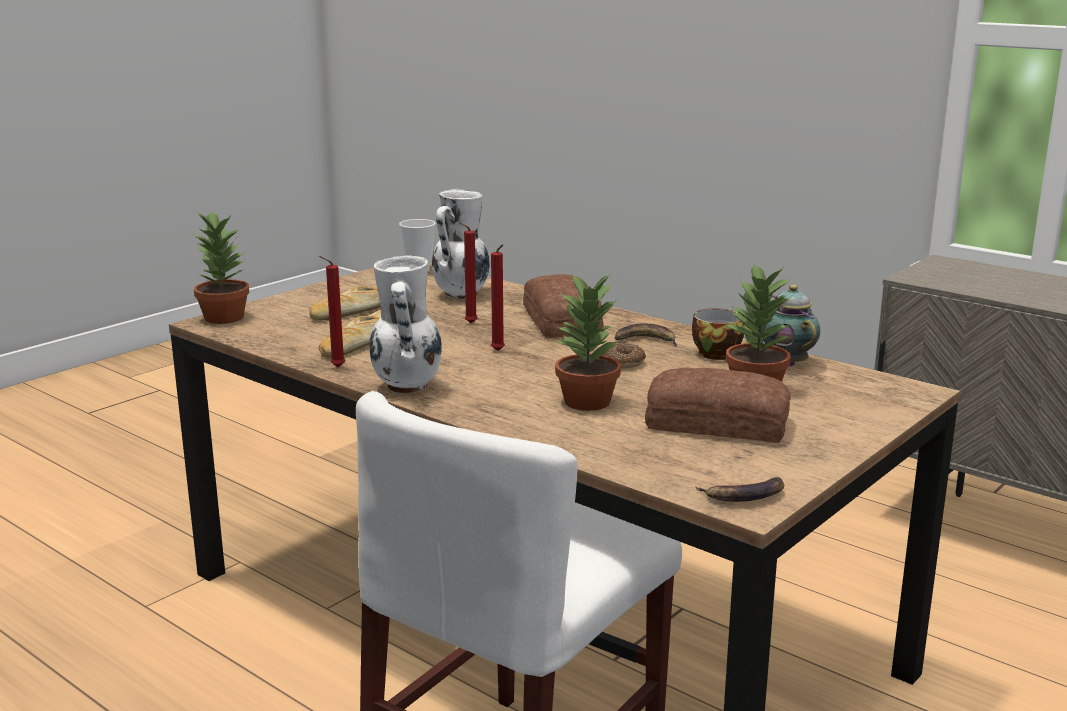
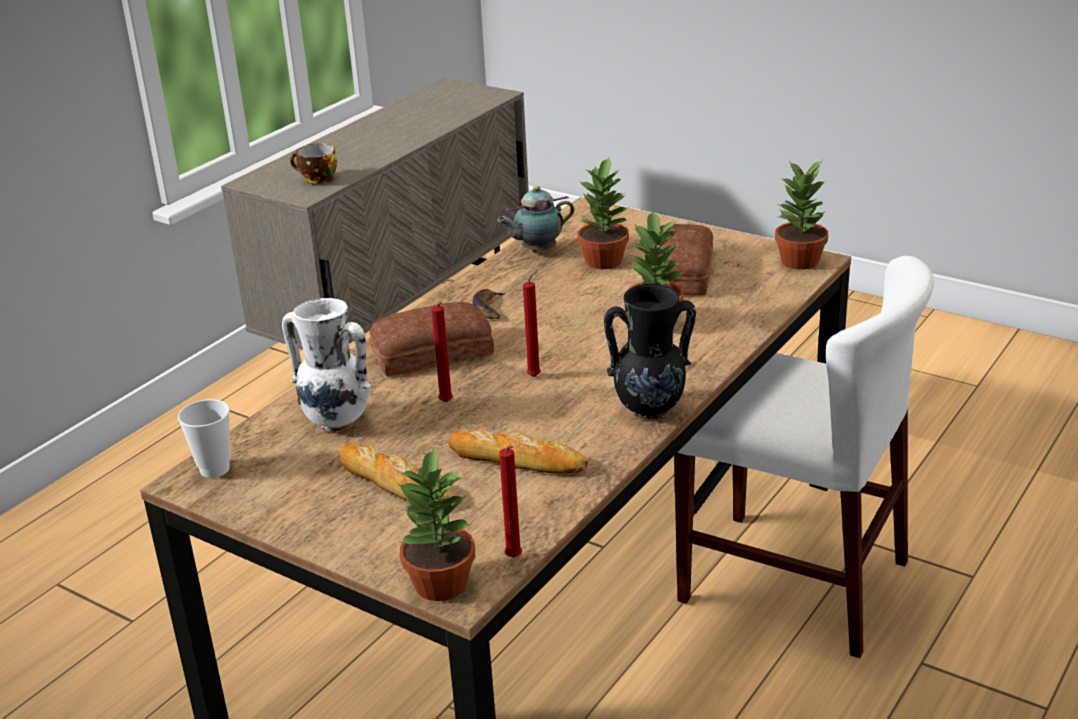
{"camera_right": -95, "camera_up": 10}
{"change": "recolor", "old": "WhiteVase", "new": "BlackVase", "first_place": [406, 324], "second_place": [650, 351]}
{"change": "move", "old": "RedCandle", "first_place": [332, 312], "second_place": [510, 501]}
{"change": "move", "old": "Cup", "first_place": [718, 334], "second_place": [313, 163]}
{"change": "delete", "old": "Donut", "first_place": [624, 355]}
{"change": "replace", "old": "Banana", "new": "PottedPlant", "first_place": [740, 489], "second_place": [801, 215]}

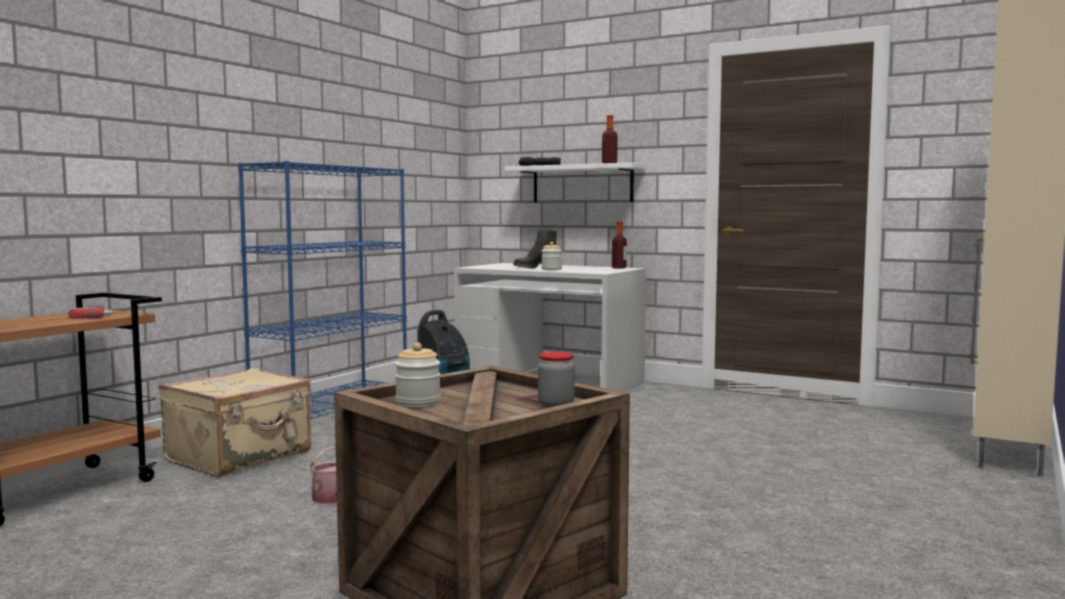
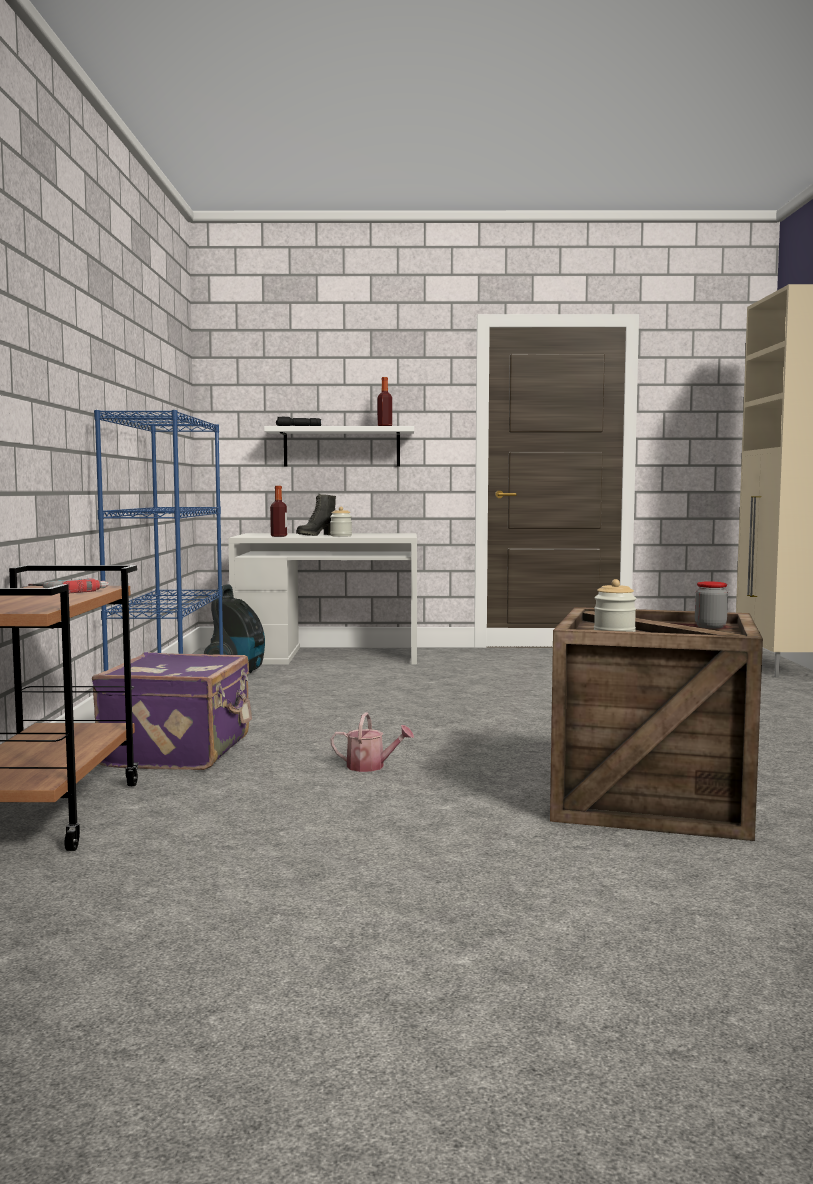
{"camera_right": -30, "camera_up": 0}
{"change": "move", "old": "Bottle", "first_place": [619, 244], "second_place": [278, 511]}
{"change": "recolor", "old": "BeigeSuitcase", "new": "PurpleSuitcase", "first_place": [235, 422], "second_place": [172, 711]}

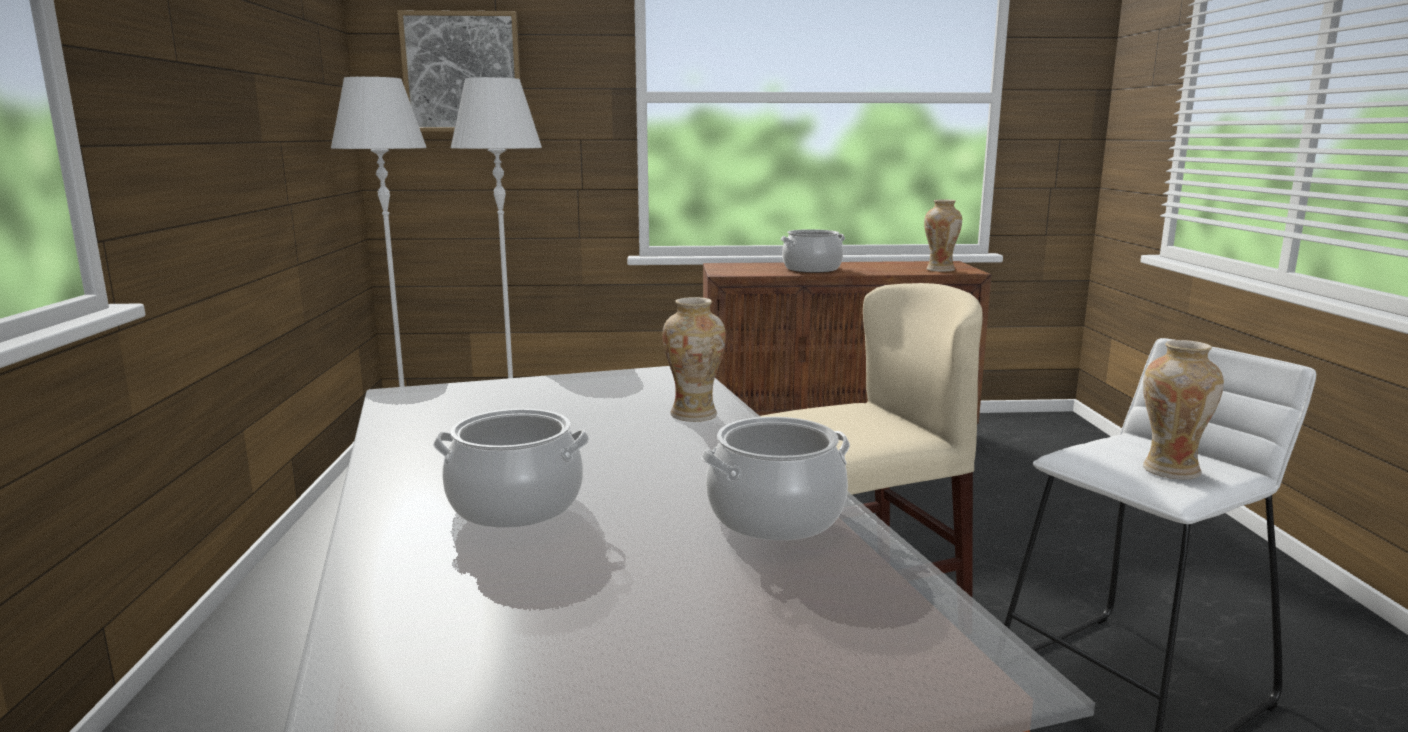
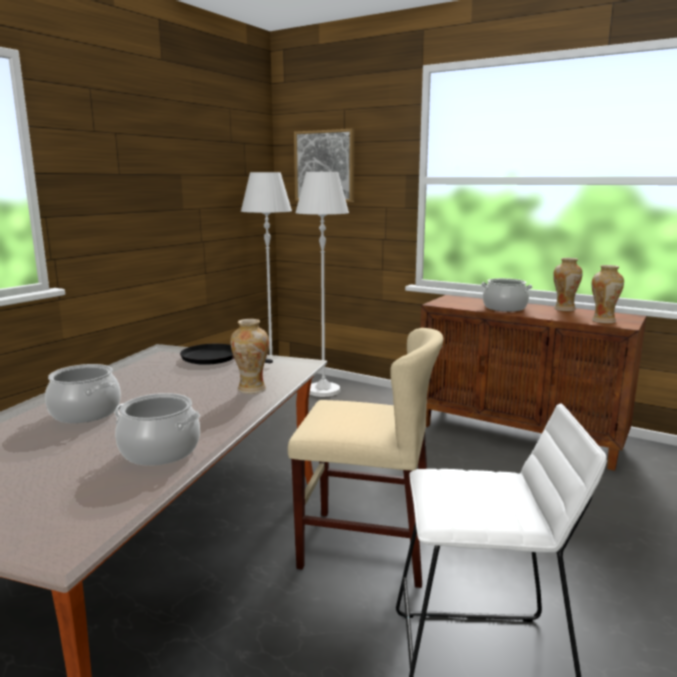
{"camera_right": 35, "camera_up": 0}
{"change": "move", "old": "Vase", "first_place": [1183, 409], "second_place": [568, 284]}
{"change": "insert", "new": "BlackFryingPan", "second_place": [226, 354]}

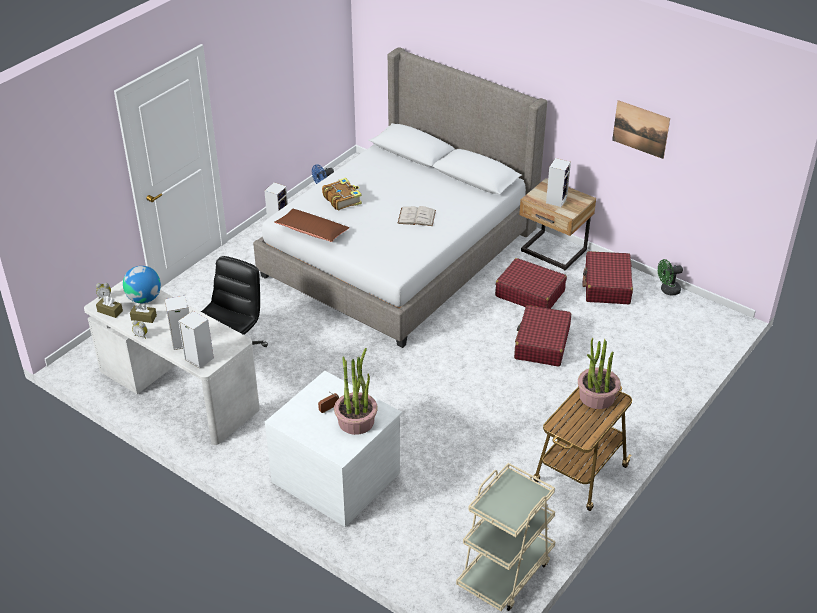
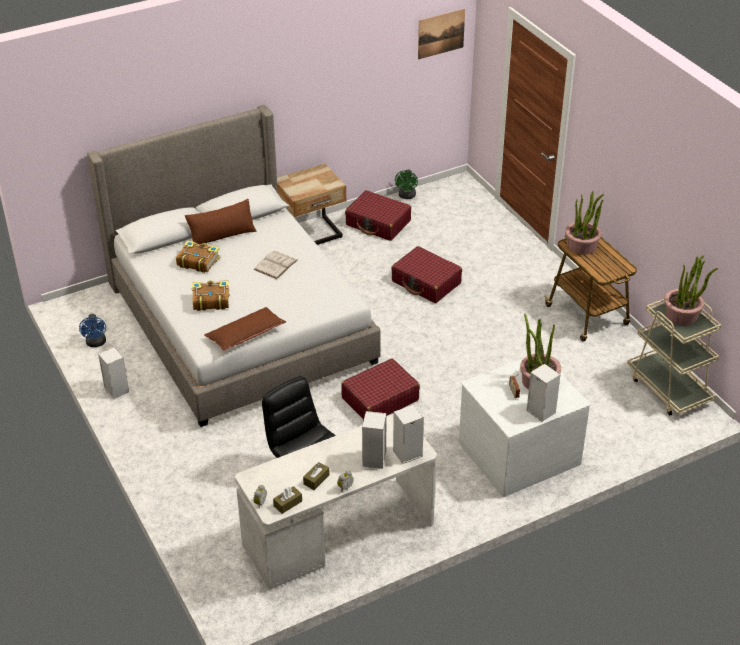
{"camera_right": -65, "camera_up": 0}
{"change": "move", "old": "Picture", "first_place": [641, 129], "second_place": [441, 34]}
{"change": "move", "old": "Speaker", "first_place": [558, 182], "second_place": [543, 392]}
{"change": "move", "old": "RedSuitcase", "first_place": [531, 283], "second_place": [380, 389]}
{"change": "delete", "old": "Globe", "first_place": [142, 284]}
{"change": "insert", "new": "BrownPillow", "second_place": [220, 221]}
{"change": "insert", "new": "Book", "second_place": [198, 256]}
{"change": "insert", "new": "PottedPlant", "second_place": [691, 290]}

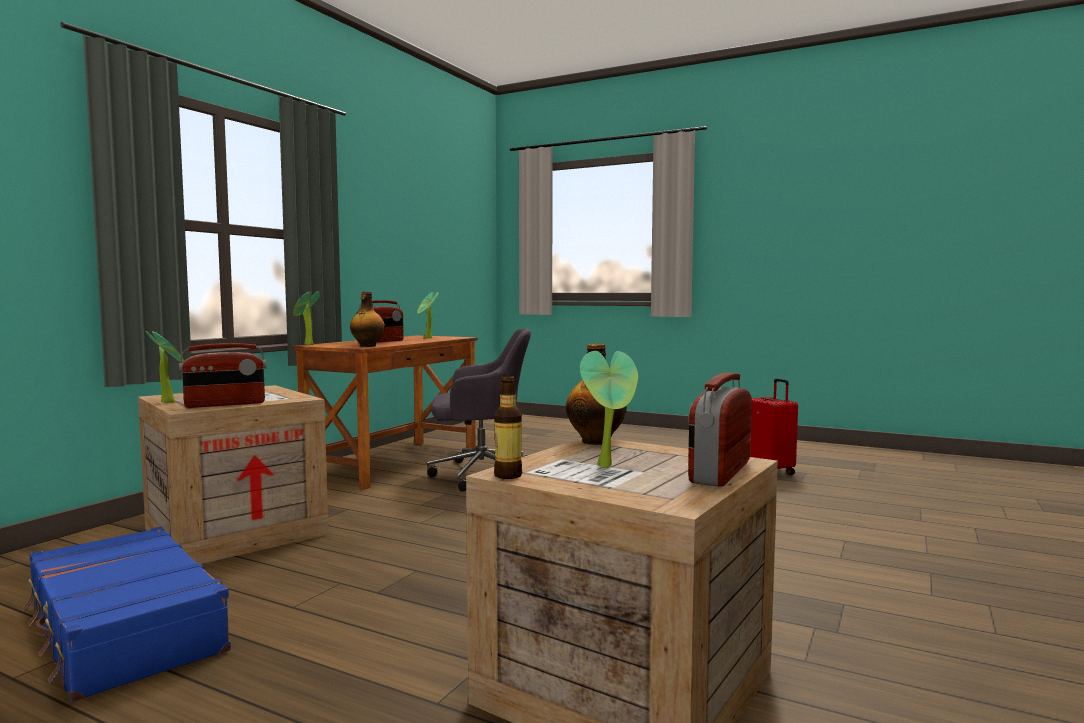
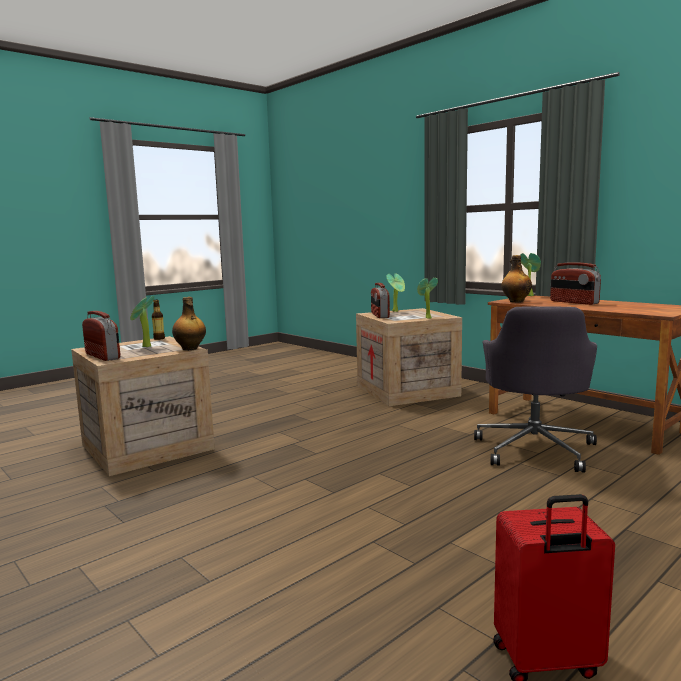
{"camera_right": 110, "camera_up": 5}
{"change": "move", "old": "PottedPlant", "first_place": [428, 315], "second_place": [427, 298]}
{"change": "delete", "old": "BlueSuitcase", "first_place": [127, 614]}

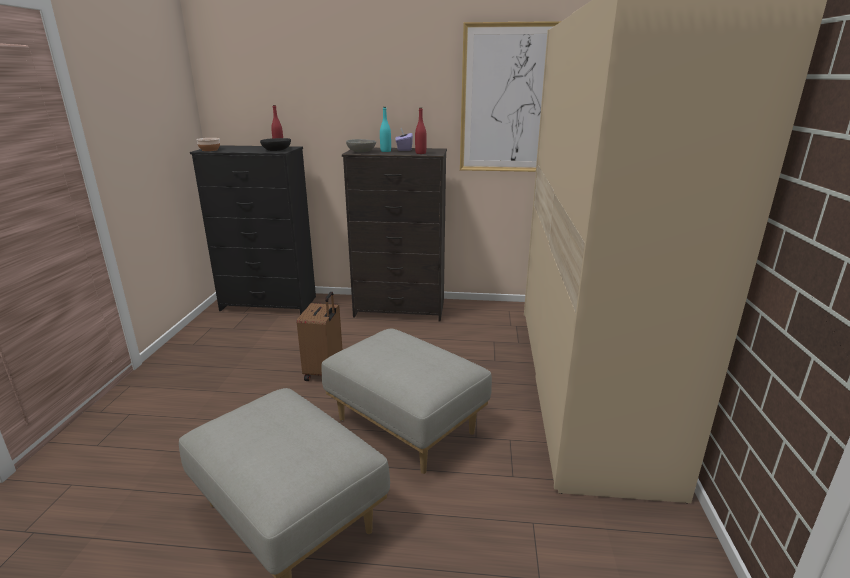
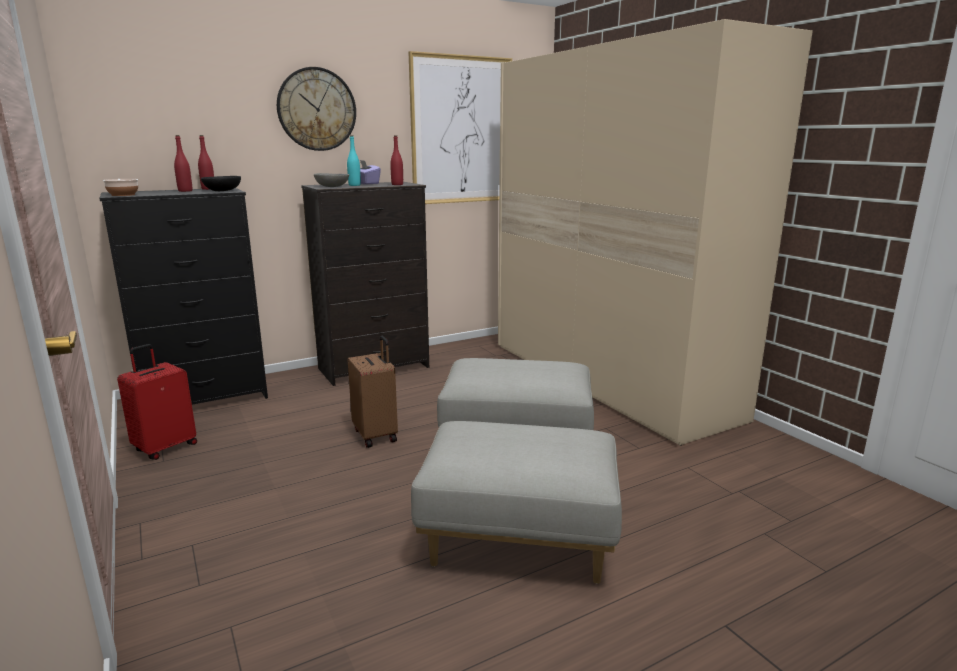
{"camera_right": -35, "camera_up": -5}
{"change": "insert", "new": "WallClock", "second_place": [316, 109]}
{"change": "insert", "new": "RedBottle", "second_place": [183, 163]}
{"change": "insert", "new": "RedSuitcase", "second_place": [157, 402]}

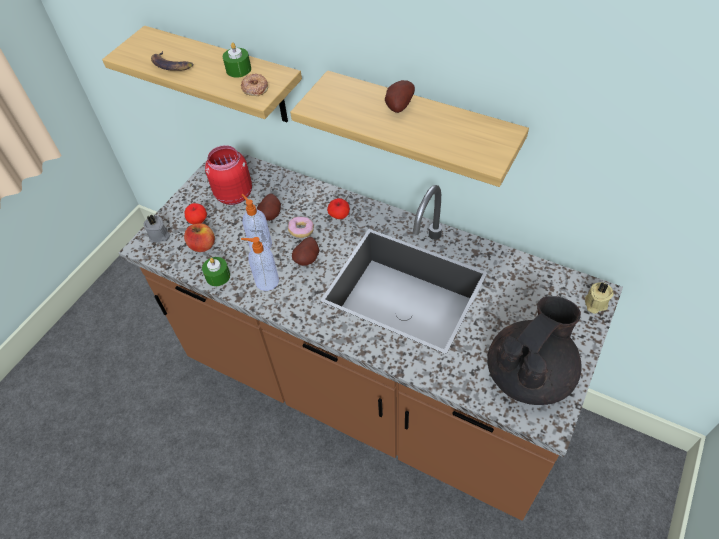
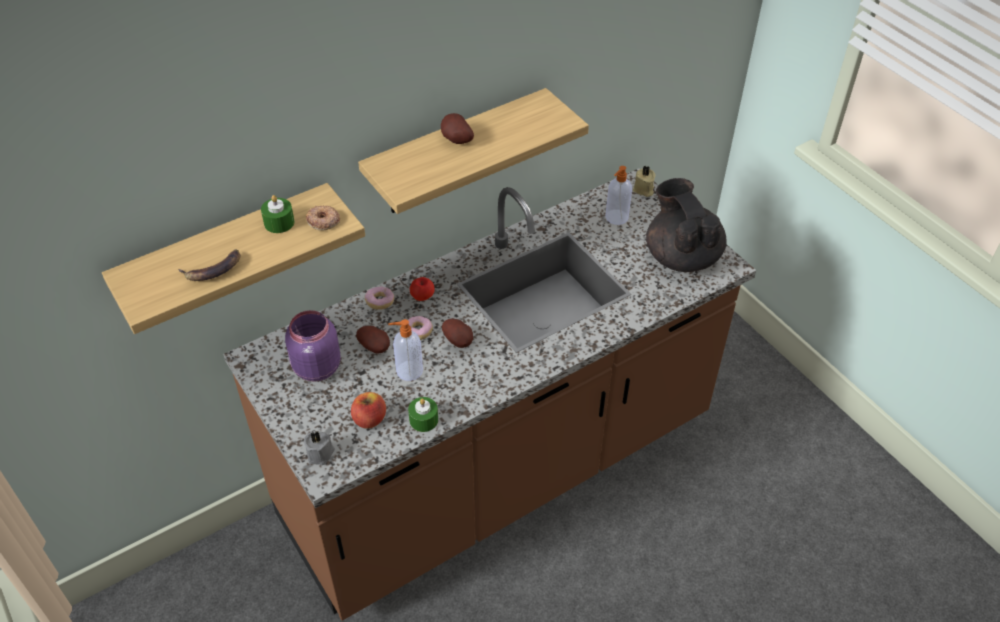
{"camera_right": -65, "camera_up": -5}
{"change": "recolor", "old": "RedJar", "new": "PurpleJar", "first_place": [228, 175], "second_place": [313, 346]}
{"change": "delete", "old": "Apple", "first_place": [195, 213]}
{"change": "move", "old": "SoapDispenser", "first_place": [260, 264], "second_place": [619, 195]}
{"change": "insert", "new": "Donut", "second_place": [379, 298]}

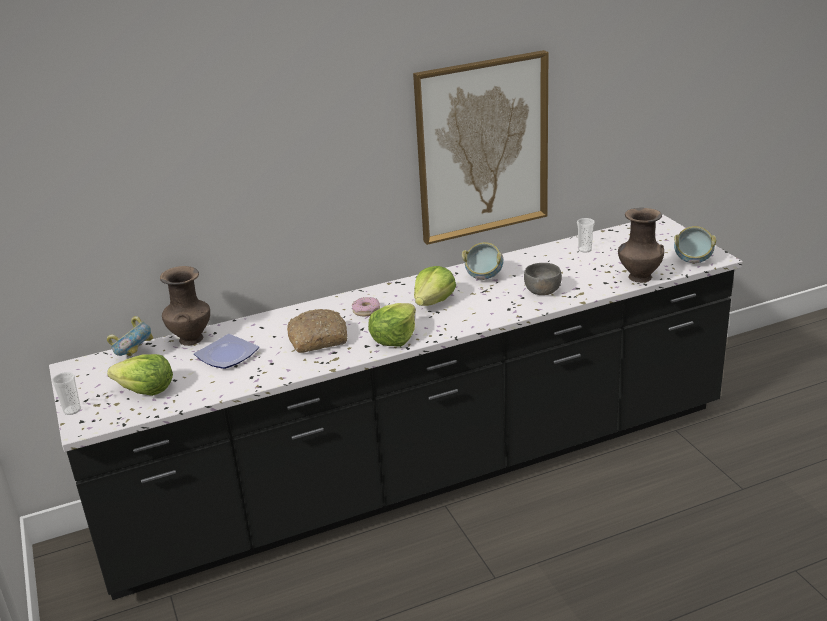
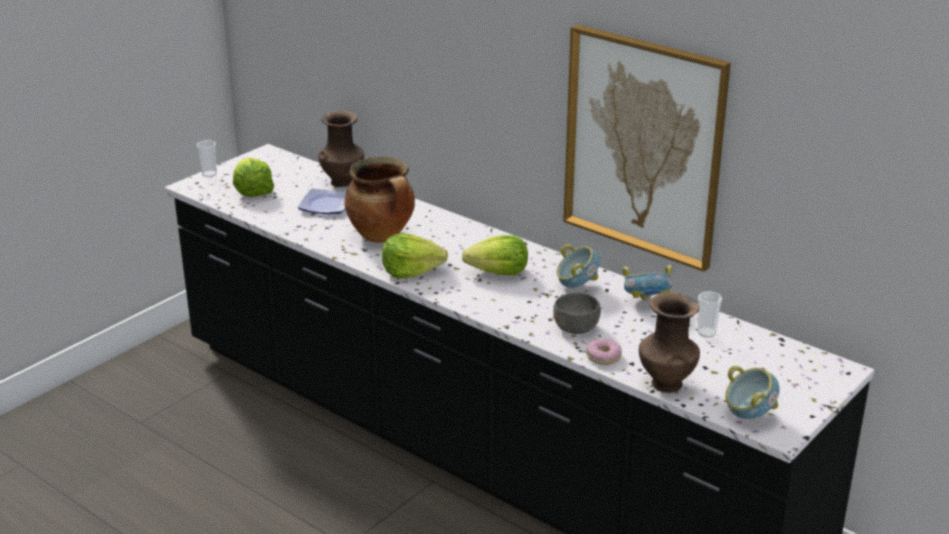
{"camera_right": 60, "camera_up": 0}
{"change": "move", "old": "Donut", "first_place": [366, 306], "second_place": [604, 352]}
{"change": "replace", "old": "Bread", "new": "CookingPot", "first_place": [317, 331], "second_place": [379, 200]}
{"change": "move", "old": "Bowl", "first_place": [130, 336], "second_place": [647, 282]}

